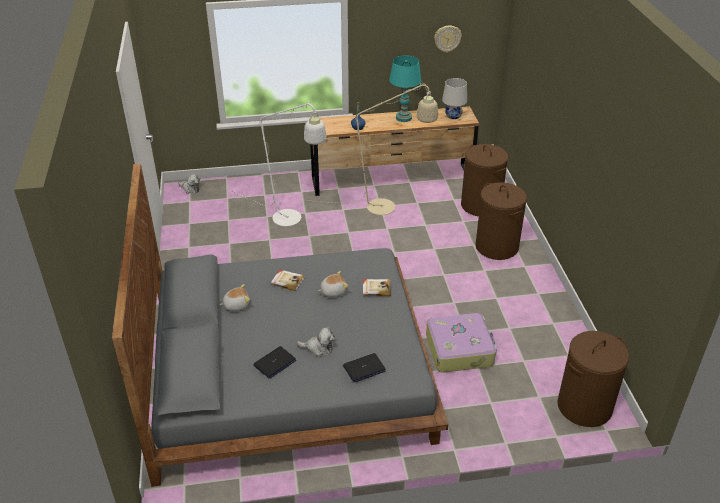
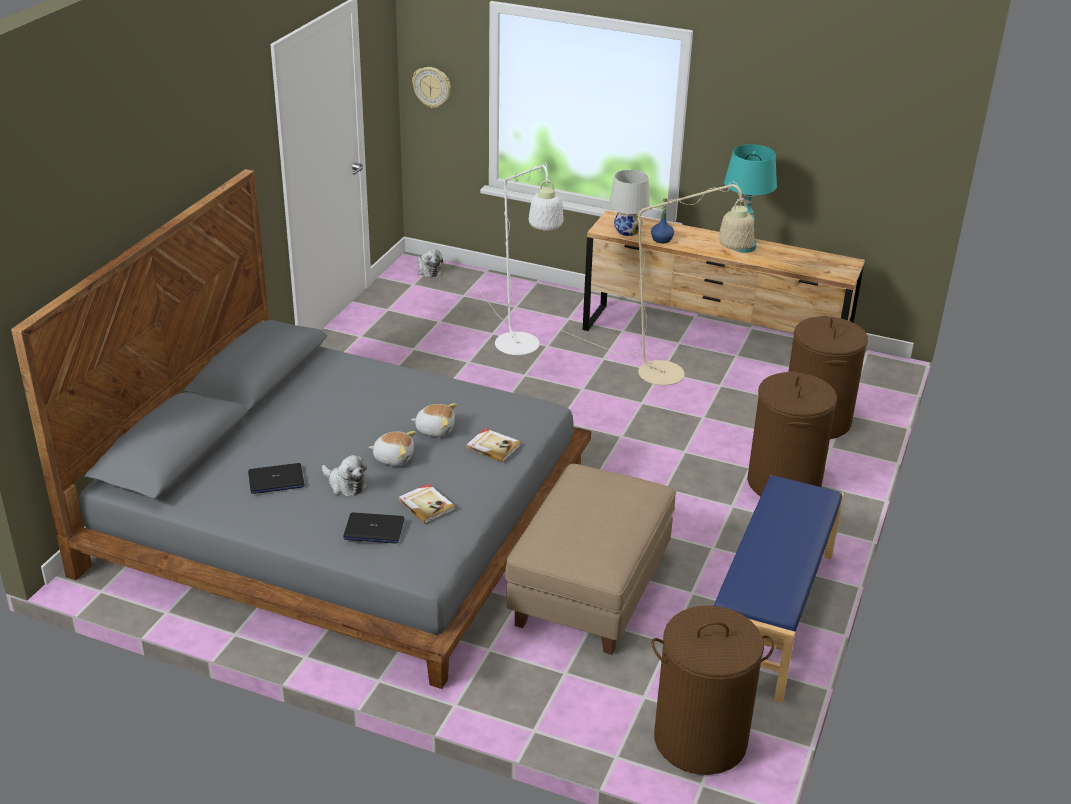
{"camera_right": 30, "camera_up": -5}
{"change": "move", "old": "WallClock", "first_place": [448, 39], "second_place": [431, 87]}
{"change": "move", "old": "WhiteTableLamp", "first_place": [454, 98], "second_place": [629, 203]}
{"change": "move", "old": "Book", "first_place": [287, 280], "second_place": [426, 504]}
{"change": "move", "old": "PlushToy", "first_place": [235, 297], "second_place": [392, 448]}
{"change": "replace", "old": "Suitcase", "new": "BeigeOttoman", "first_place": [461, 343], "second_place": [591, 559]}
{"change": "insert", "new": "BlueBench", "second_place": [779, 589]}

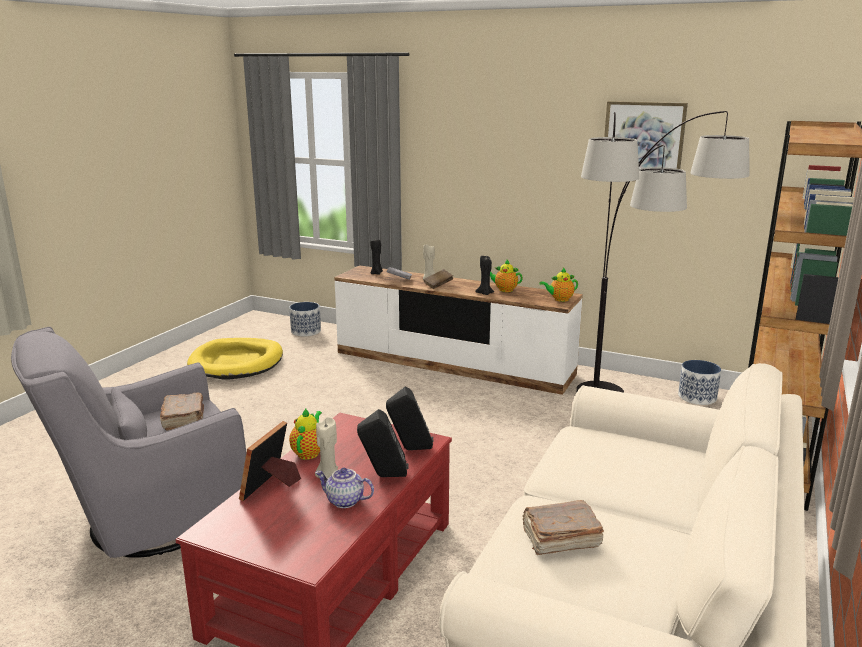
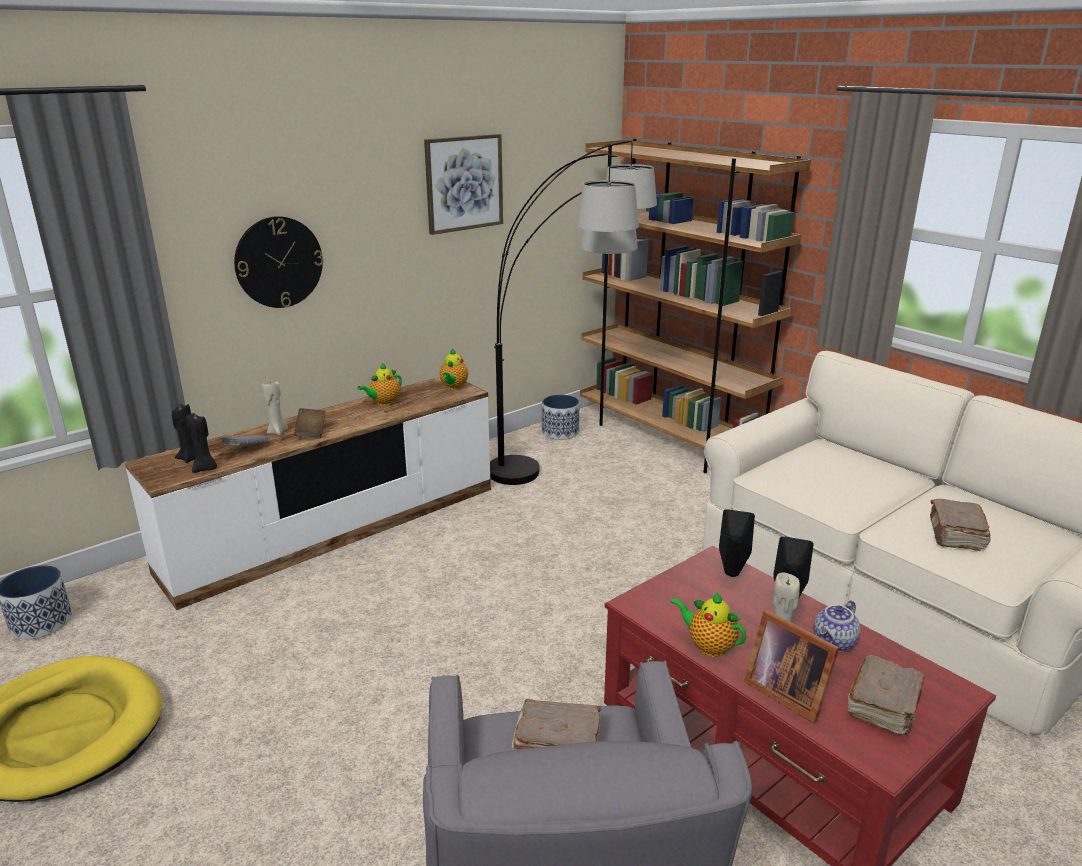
{"camera_right": -65, "camera_up": 5}
{"change": "move", "old": "BlackCandle", "first_place": [484, 275], "second_place": [201, 443]}
{"change": "insert", "new": "WallClock", "second_place": [278, 262]}
{"change": "insert", "new": "BrownBook", "second_place": [886, 695]}

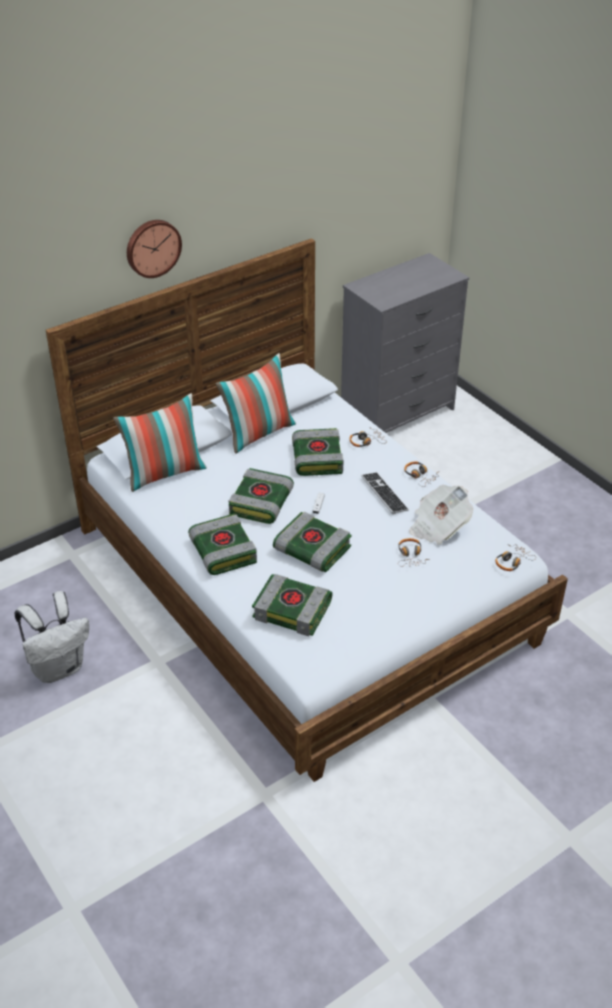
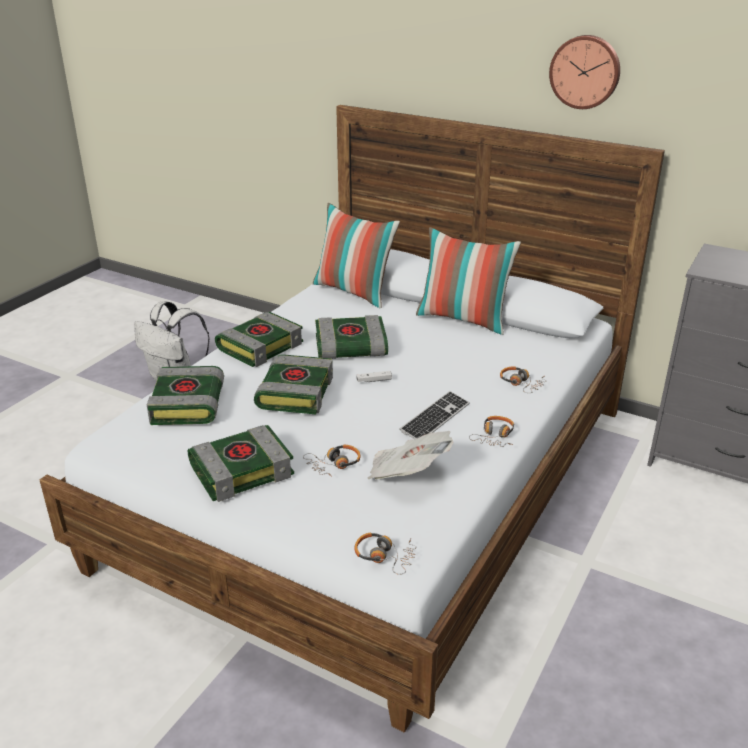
{"camera_right": 65, "camera_up": -10}
{"change": "move", "old": "WallClock", "first_place": [154, 249], "second_place": [584, 72]}
{"change": "move", "old": "Book", "first_place": [318, 452], "second_place": [241, 463]}

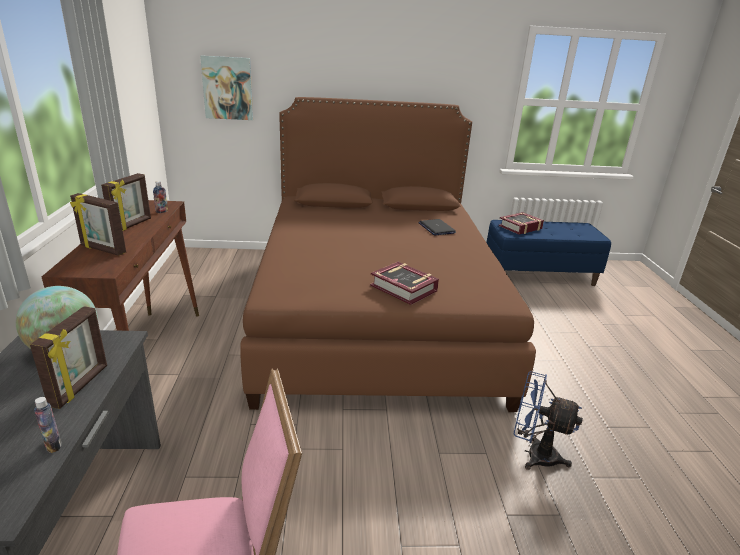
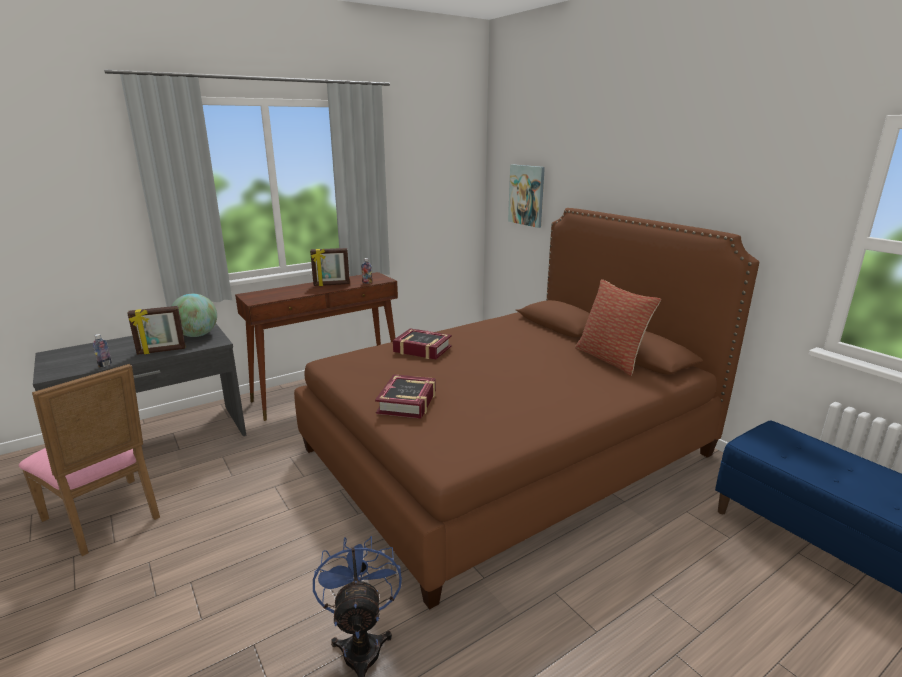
{"camera_right": 60, "camera_up": -5}
{"change": "delete", "old": "PictureFrame", "first_place": [98, 224]}
{"change": "move", "old": "Book", "first_place": [521, 223], "second_place": [422, 343]}
{"change": "delete", "old": "Laptop", "first_place": [437, 227]}
{"change": "insert", "new": "Pillow", "second_place": [618, 327]}

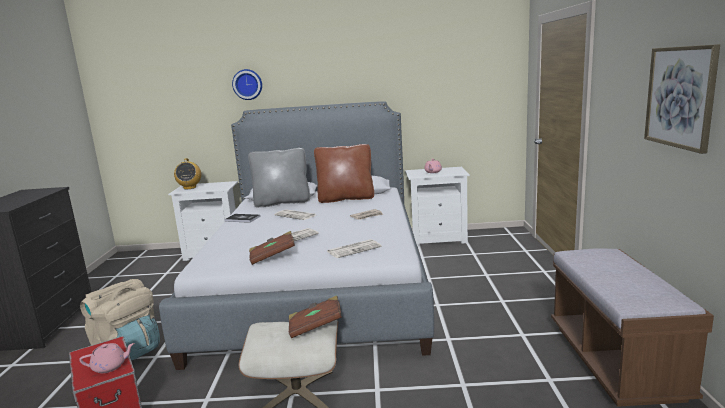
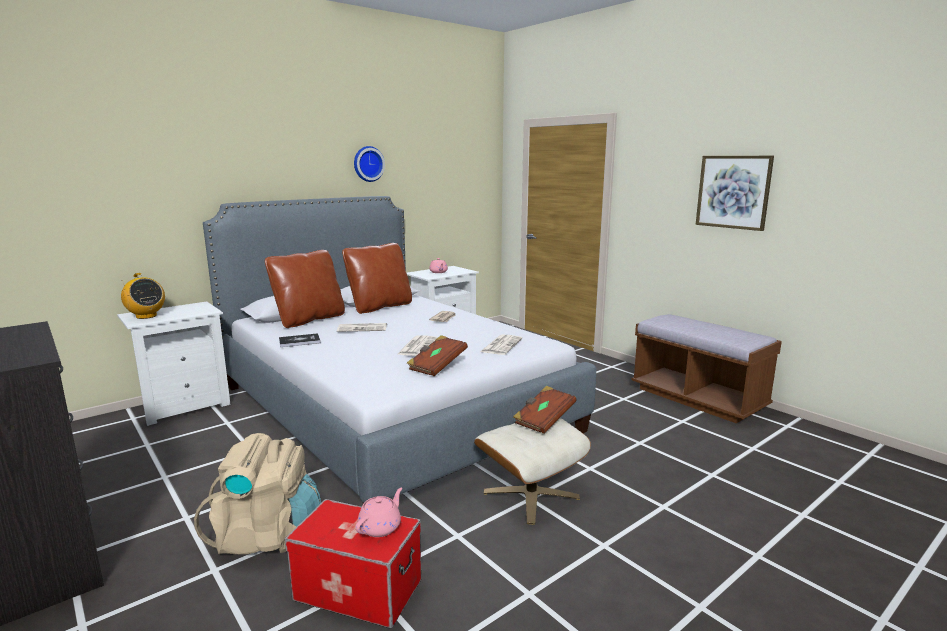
{"camera_right": -40, "camera_up": 0}
{"change": "move", "old": "WallClock", "first_place": [247, 84], "second_place": [369, 164]}
{"change": "recolor", "old": "GreyPillow", "new": "BrownPillow", "first_place": [279, 178], "second_place": [305, 289]}

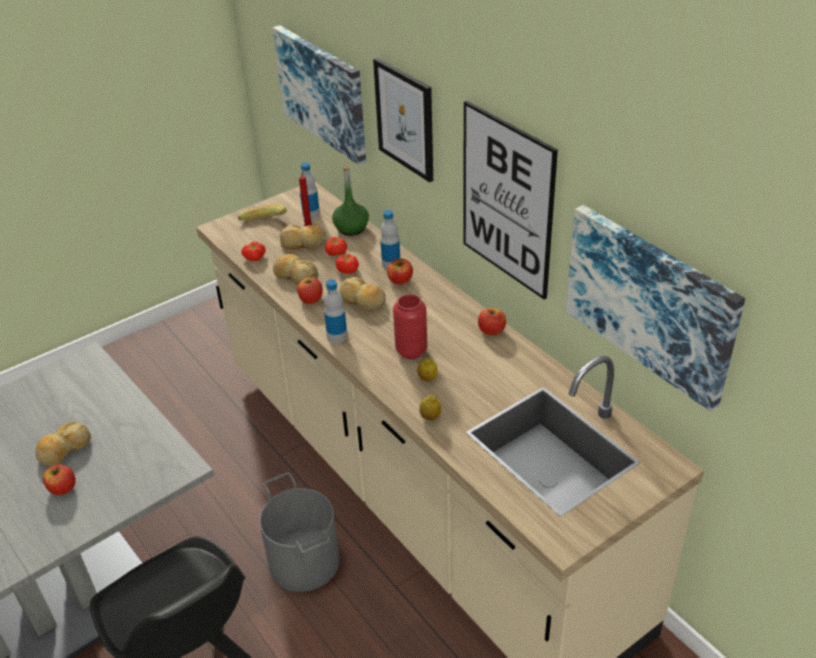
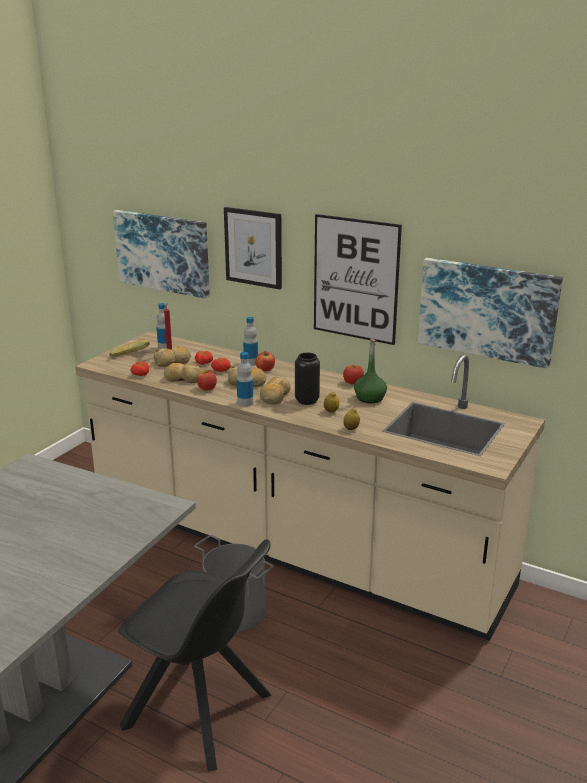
{"camera_right": -25, "camera_up": -15}
{"change": "move", "old": "GreenBottle", "first_place": [350, 201], "second_place": [370, 371]}
{"change": "recolor", "old": "RedVase", "new": "BlackVase", "first_place": [410, 326], "second_place": [307, 379]}
{"change": "move", "old": "Bread", "first_place": [63, 444], "second_place": [275, 390]}
{"change": "delete", "old": "Apple", "first_place": [59, 479]}

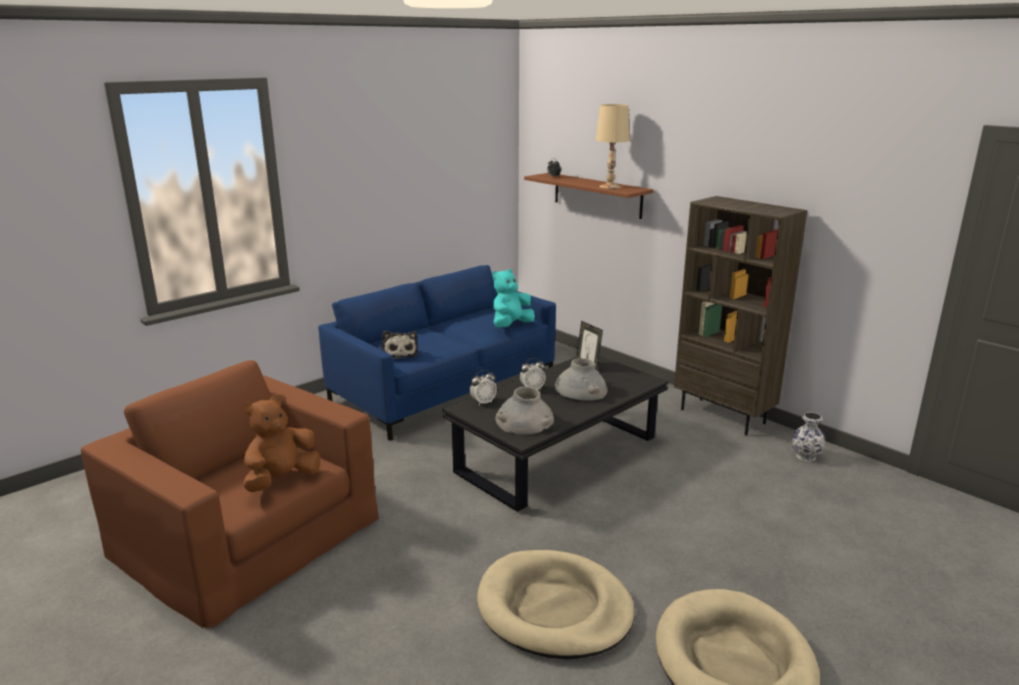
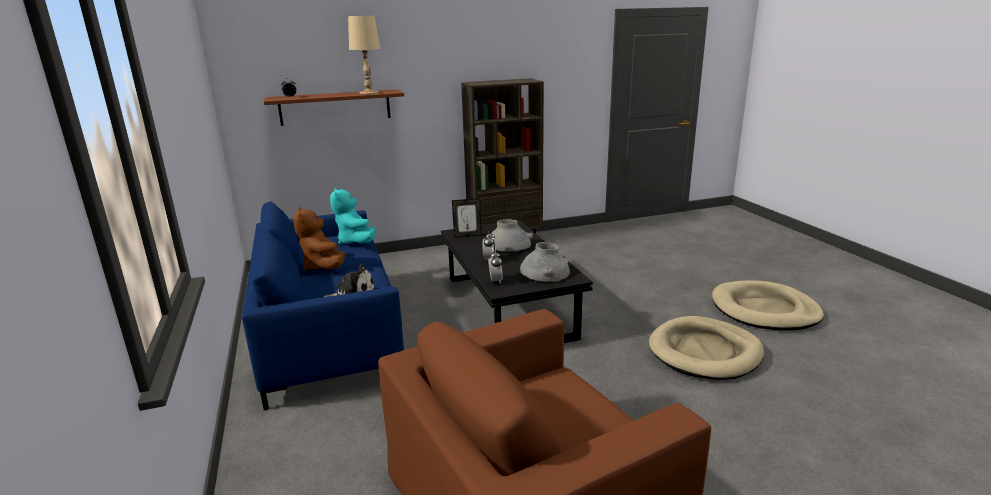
{"camera_right": -65, "camera_up": 0}
{"change": "move", "old": "BrownPlushToy", "first_place": [281, 444], "second_place": [319, 239]}
{"change": "delete", "old": "Vase", "first_place": [808, 437]}

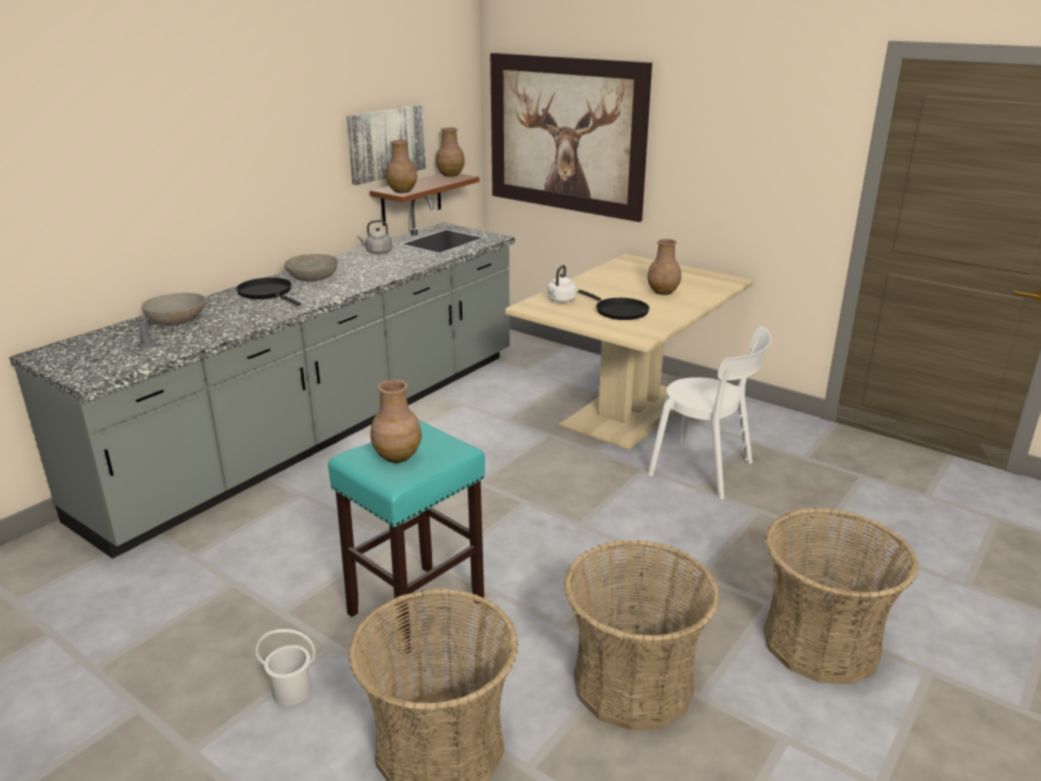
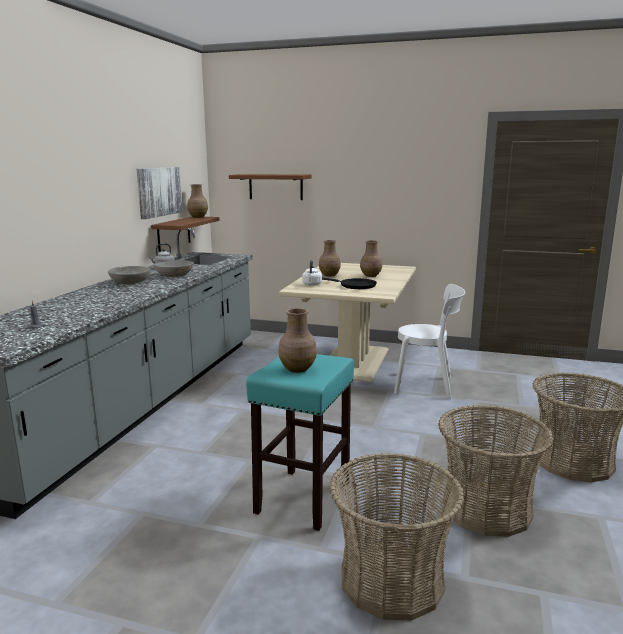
{"camera_right": -20, "camera_up": -10}
{"change": "replace", "old": "Picture", "new": "BrownShelf", "first_place": [571, 137], "second_place": [270, 187]}
{"change": "move", "old": "BrownVase", "first_place": [401, 166], "second_place": [330, 258]}
{"change": "delete", "old": "BlackFryingPan", "first_place": [268, 291]}
{"change": "move", "old": "GreyBowl", "first_place": [173, 309], "second_place": [174, 268]}
{"change": "delete", "old": "WhiteBucket", "first_place": [286, 667]}

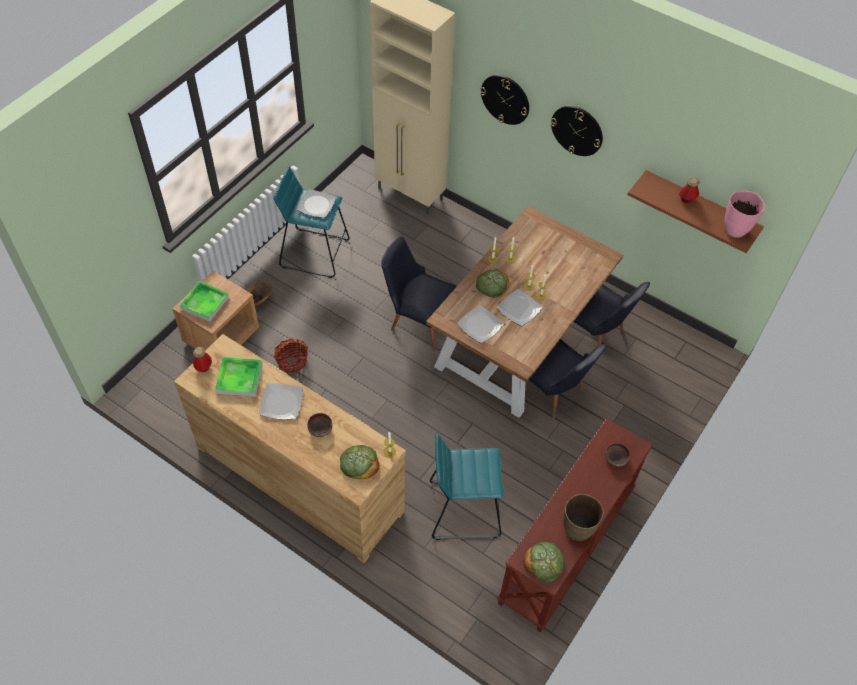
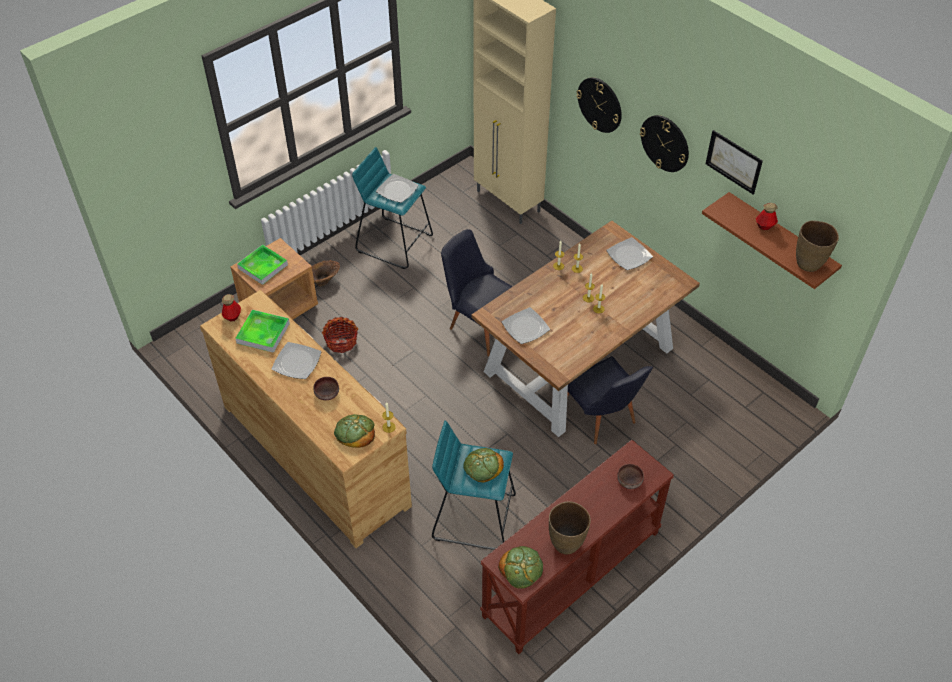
{"camera_right": 15, "camera_up": -5}
{"change": "recolor", "old": "PinkVase", "new": "BrownVase", "first_place": [745, 214], "second_place": [817, 246]}
{"change": "move", "old": "Bread", "first_place": [492, 284], "second_place": [483, 465]}
{"change": "delete", "old": "BlackChair", "first_place": [612, 320]}
{"change": "move", "old": "Plate", "first_place": [519, 307], "second_place": [629, 253]}
{"change": "insert", "new": "Picture", "second_place": [734, 162]}

